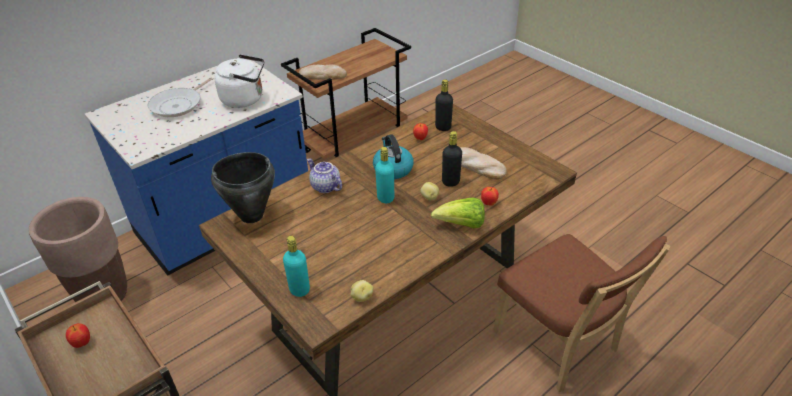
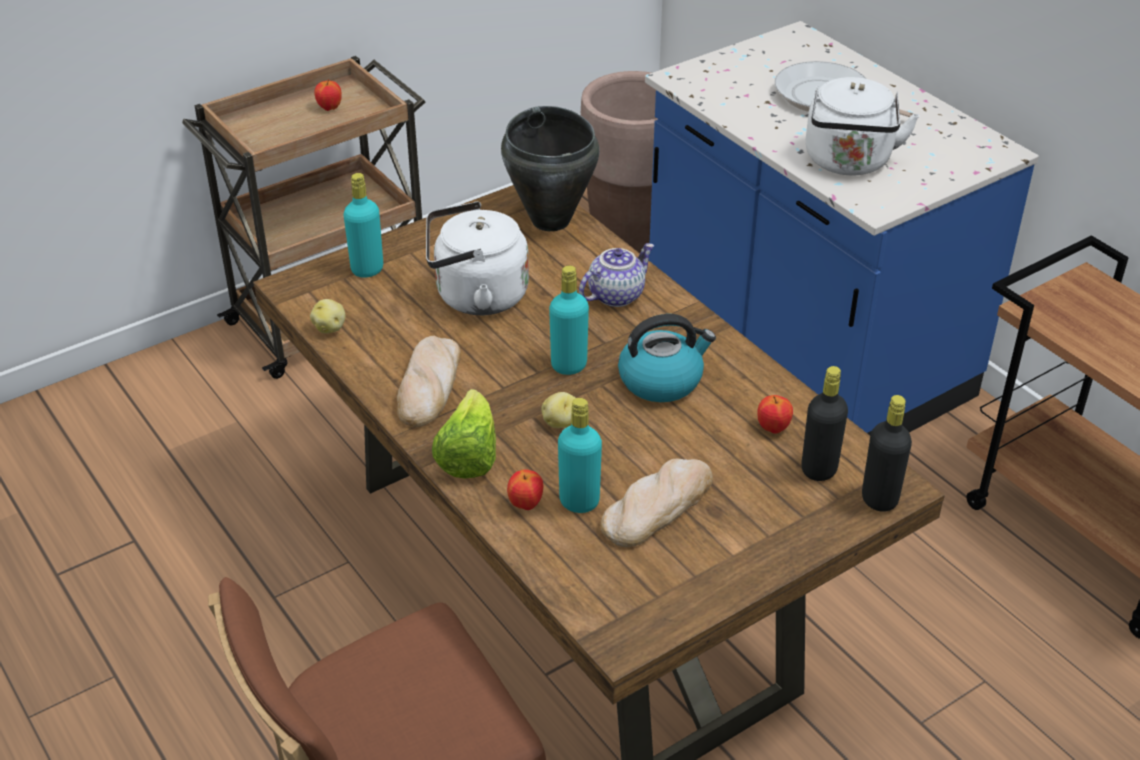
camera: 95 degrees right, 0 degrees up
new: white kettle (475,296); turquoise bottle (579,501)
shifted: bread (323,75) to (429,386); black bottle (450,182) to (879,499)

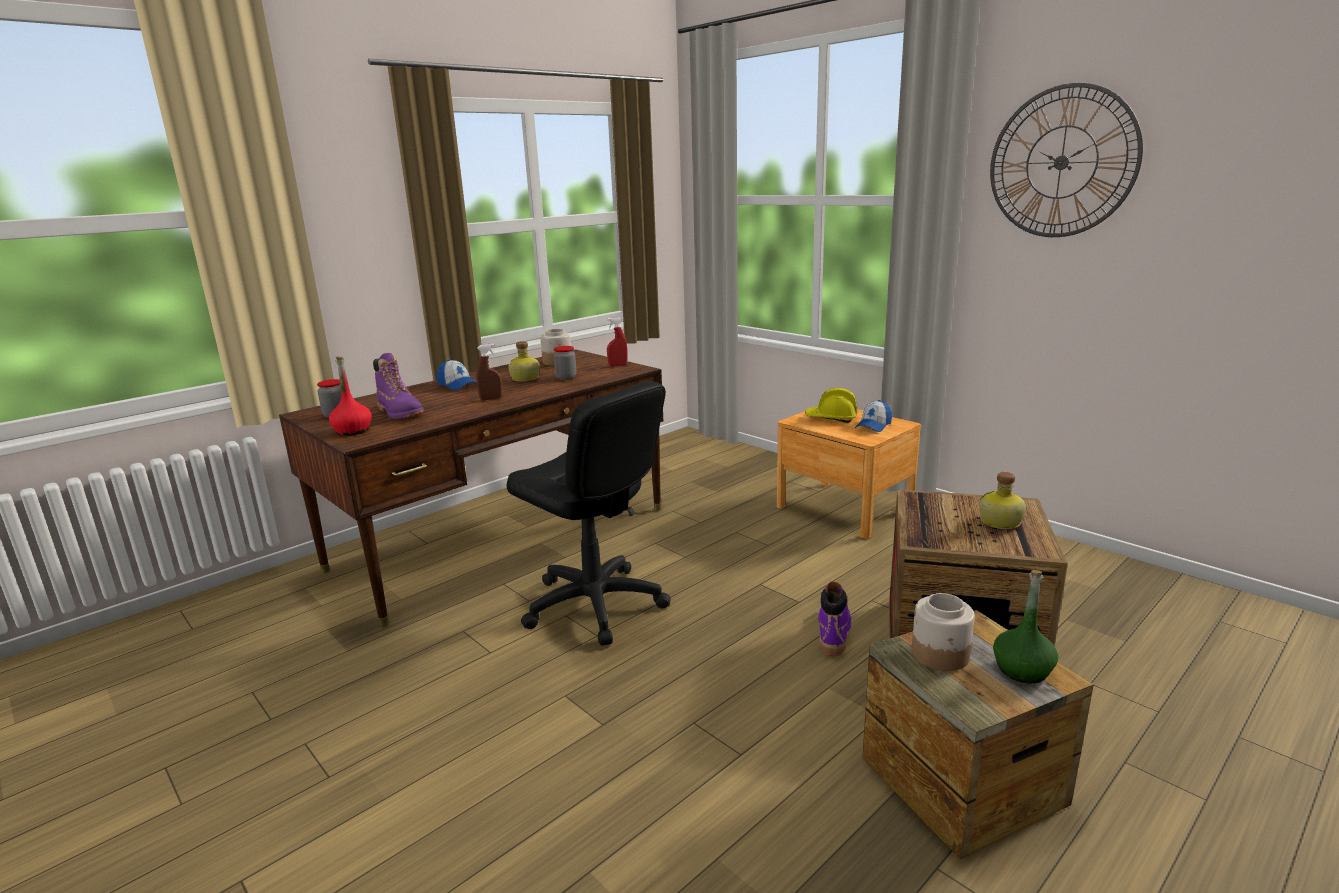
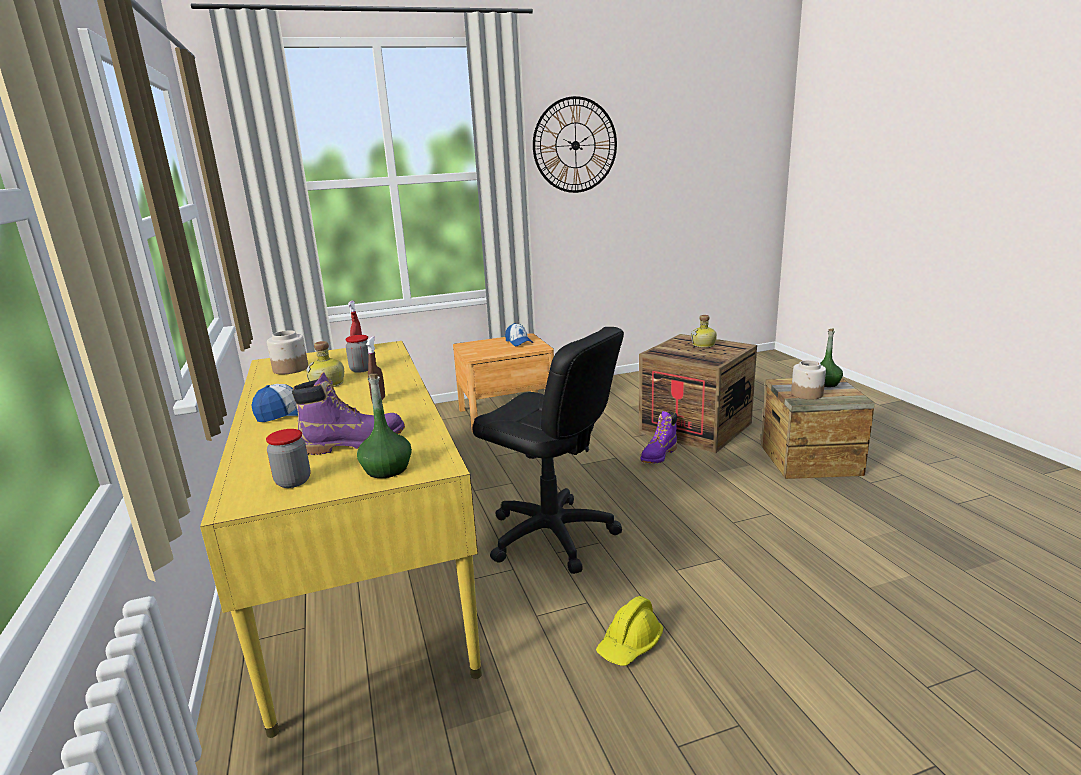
camera: 65 degrees left, 0 degrees up
shifted: yellow hard hat (831,418) to (630,644)
repainted: brown desk (502,538) to yellow desk (362,570); red bottle (353,431) to green bottle (386,469)
rotated: black office chair (594,605) = (551,536) 60 degrees clockwise; purple boot (833,631) = (658,456) 90 degrees counterclockwise

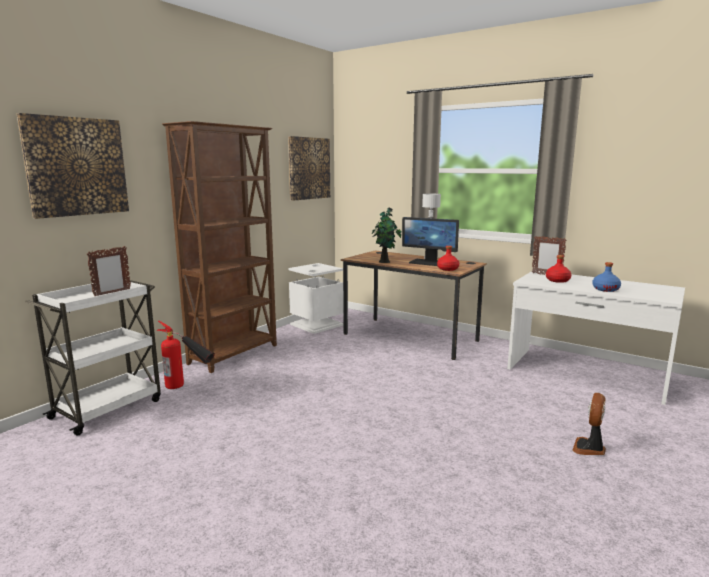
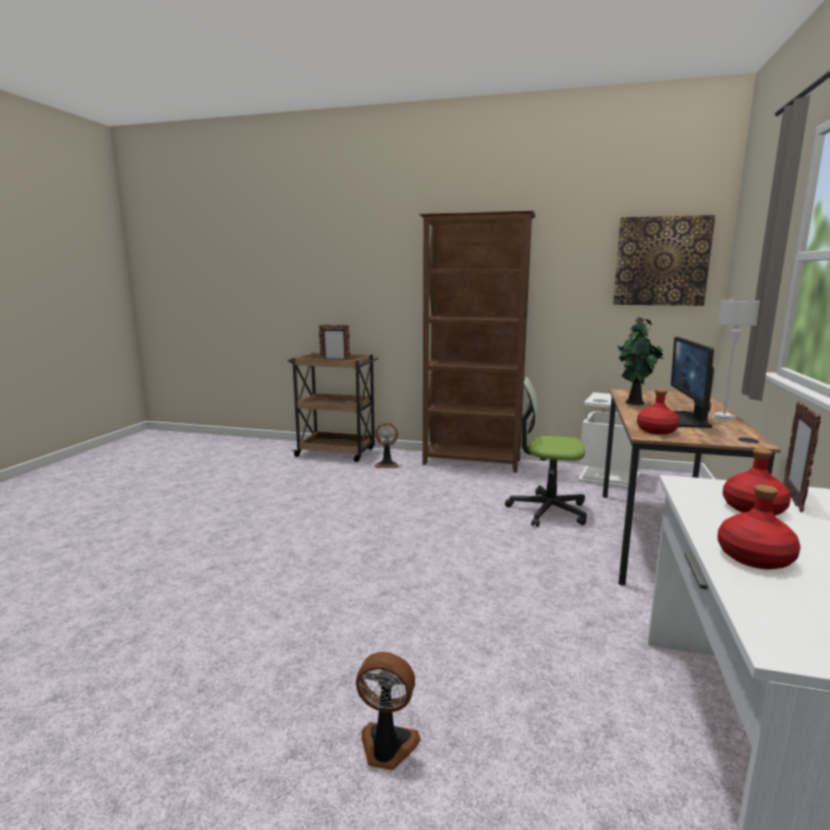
camera: 70 degrees right, 0 degrees up
gone: picture (76,166)
new: office chair (547,510)
swapped: fire extinguisher (188,388) to fan (387,464)
repainted: white cart (108,408) to brown cart (337,453); blue bottle (605,289) to red bottle (755,557)

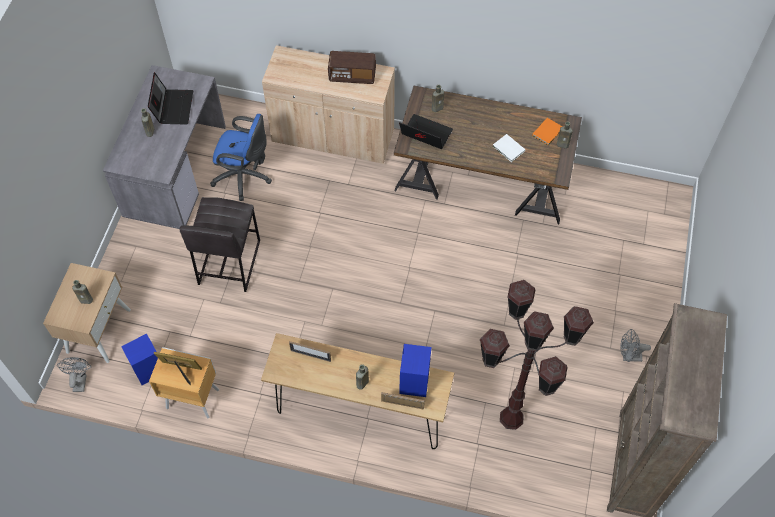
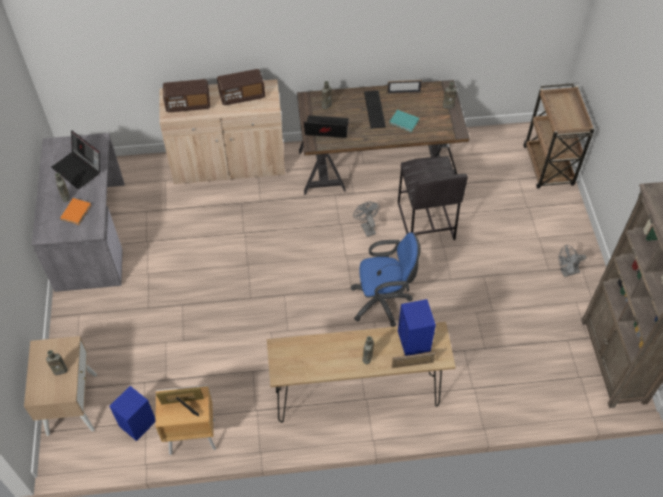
camera: 20 degrees left, 5 degrees down
gone: brown floor lamp (511,418)
new: radio (188,104); keyboard (373,110); brown cart (548,167)
shifted: grey fan (80,380) to (366,227); grey stool (228,262) to (425,221); blue office chair (245,177) to (383,302); picture frame (310,355) to (403,92); orange book (548,132) to (77,211)
repainted: white book (509,149) to turquoise book (404,122)
rotated: laptop (173,107) = (79,169) 150 degrees clockwise

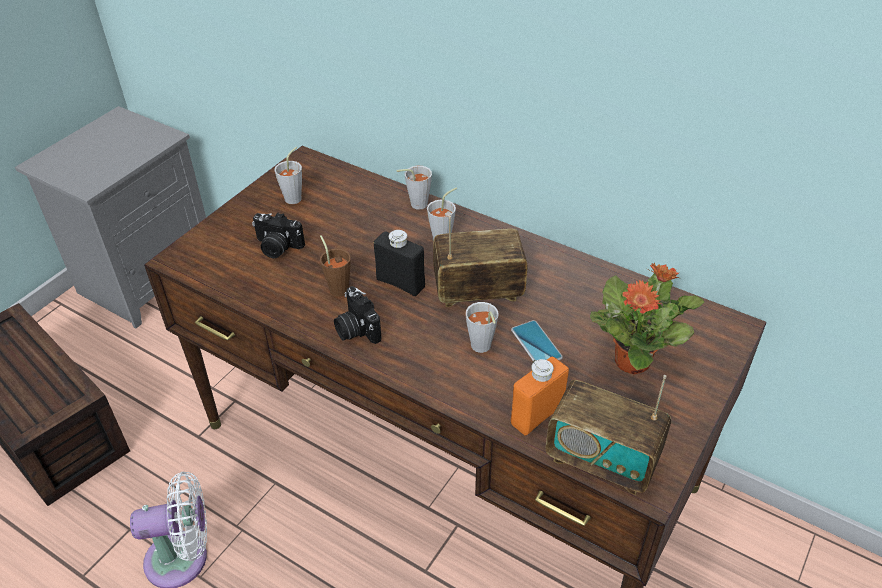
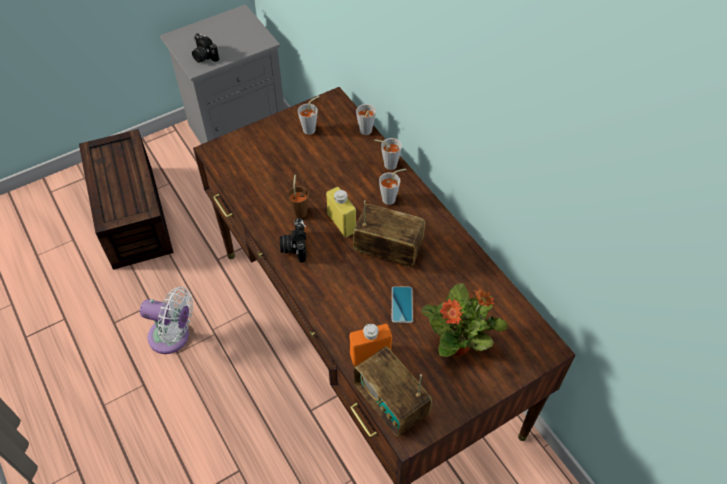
camera: 25 degrees right, 10 degrees up
shifted: photo camera (277,247) to (204,56); grey cup (482,348) to (365,132)
repainted: black bottle (400,283) to yellow bottle (341,223)

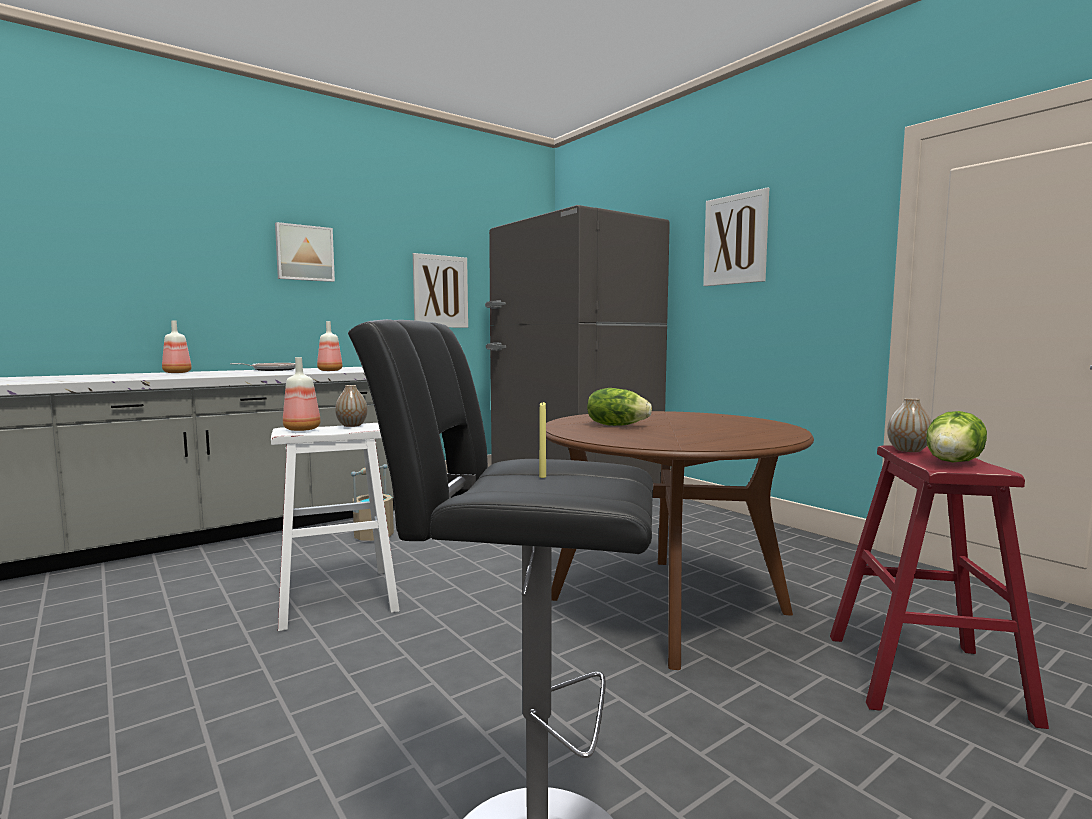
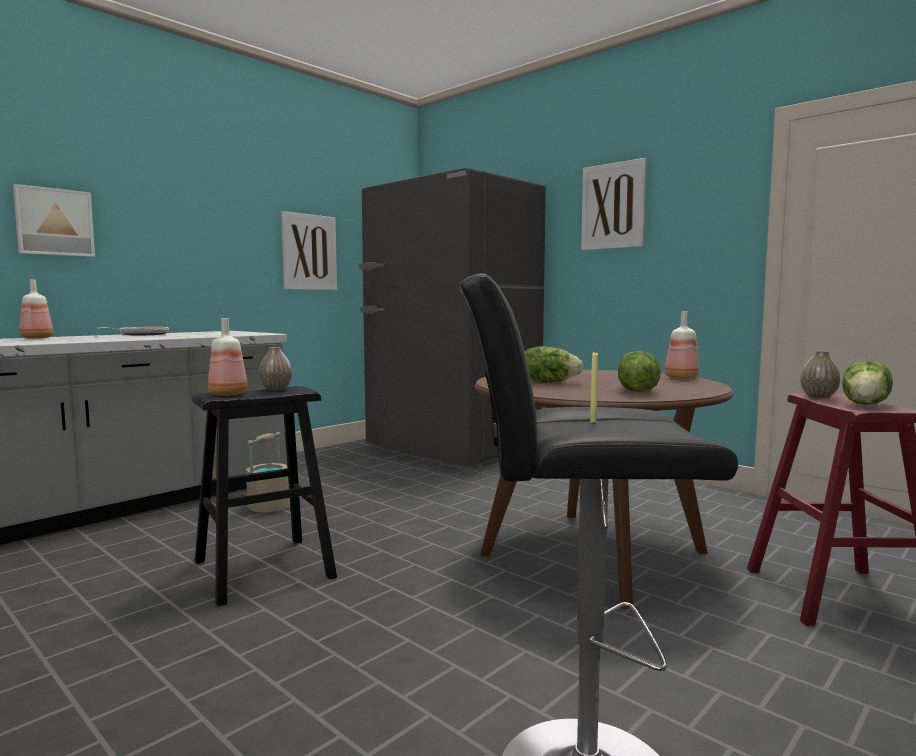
camera: 10 degrees left, 0 degrees up
new: lettuce (635,391)
shifted: picture (304,253) to (54,222); bottle (329,370) to (681,378)
repainted: white stool (337,597) to black stool (264,569)

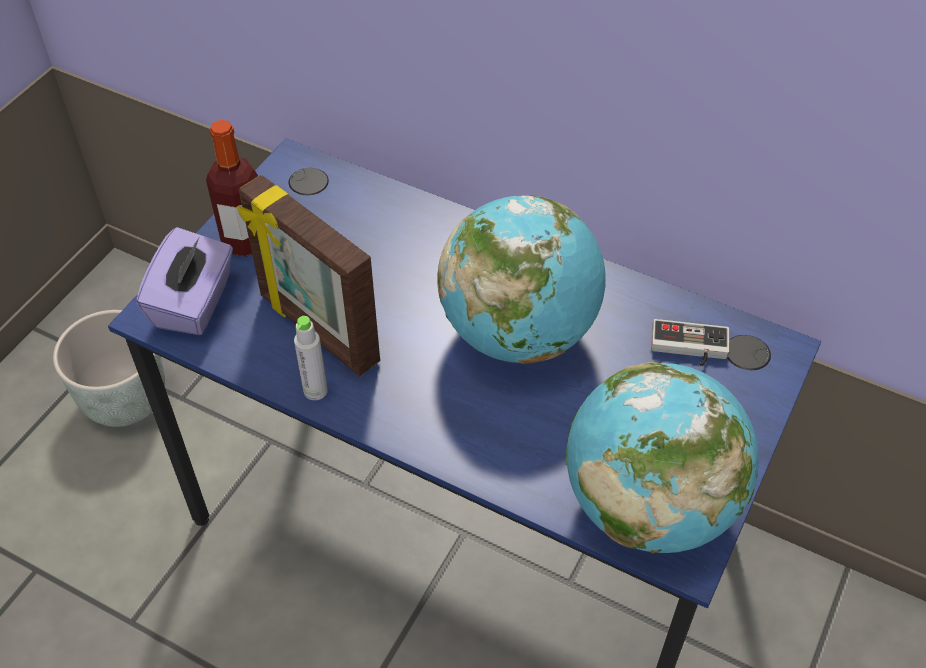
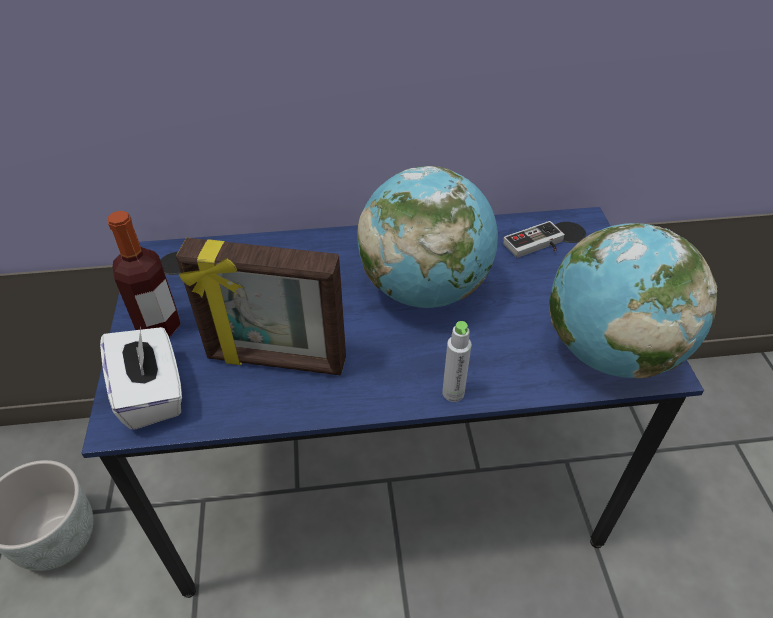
camera: 35 degrees left, 5 degrees down
shifted: grey bottle (315,390) to (453,393)
repainted: purple tissue box (194,303) to white tissue box (152,393)

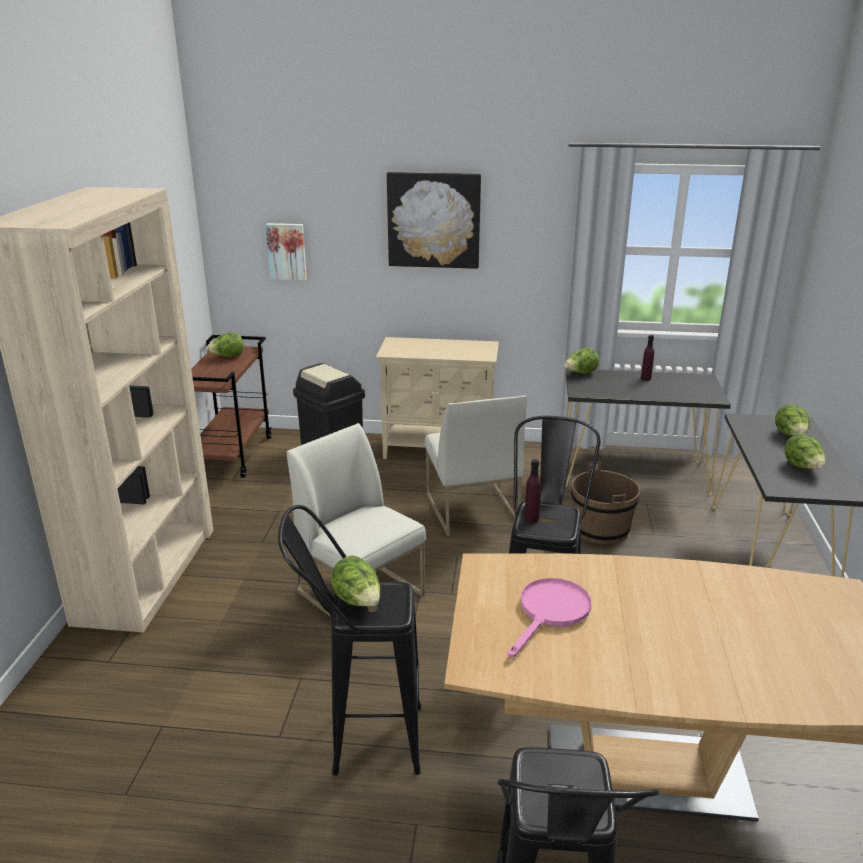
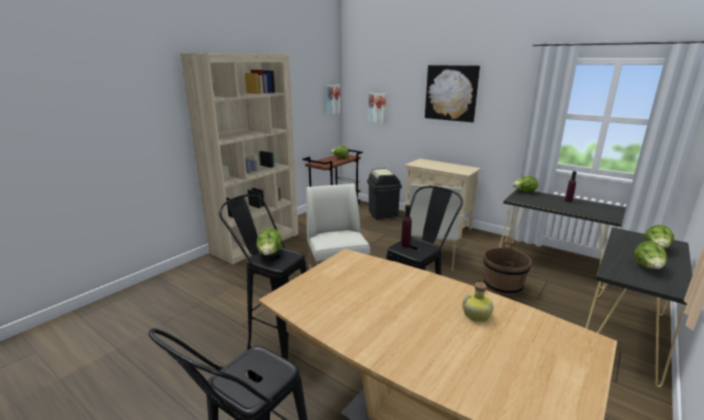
camera: 30 degrees right, 5 degrees down
gone: pink frying pan (550,613)
new: picture (332,99); bottle (477,315)

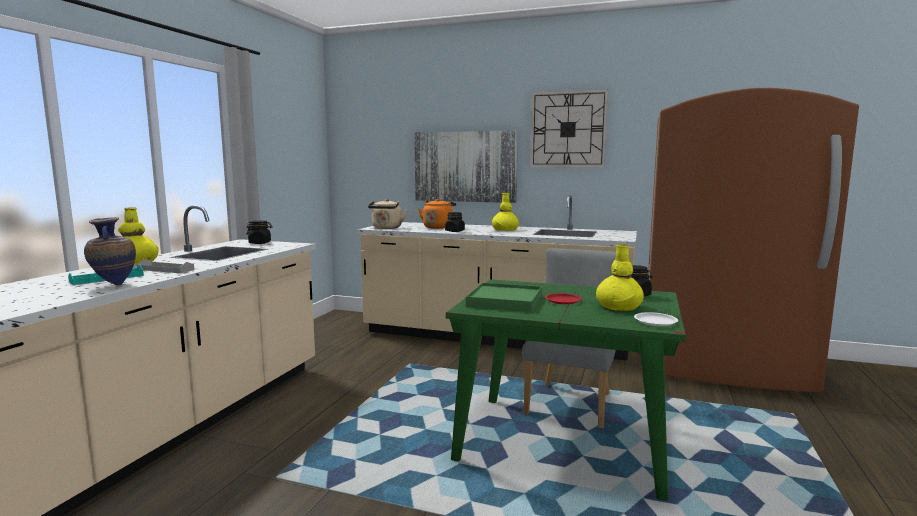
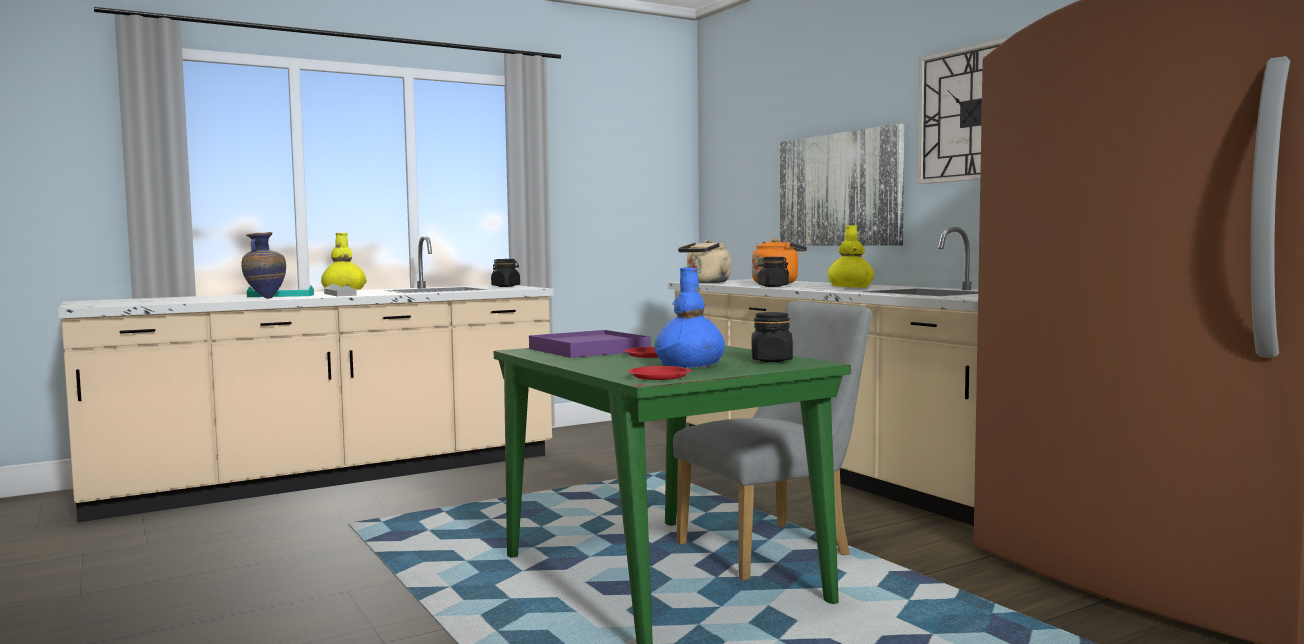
camera: 40 degrees right, 5 degrees down
repainted: green tray (504,301) to purple tray (589,349); yellow vase (619,306) to blue vase (690,364); white plate (655,322) to red plate (659,377)

